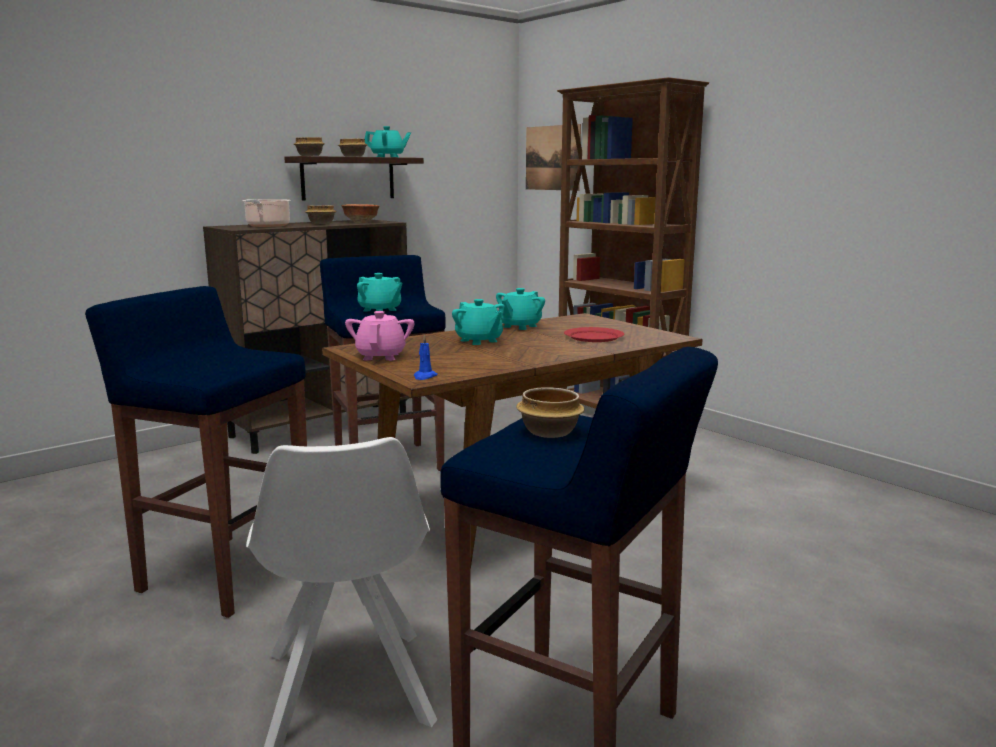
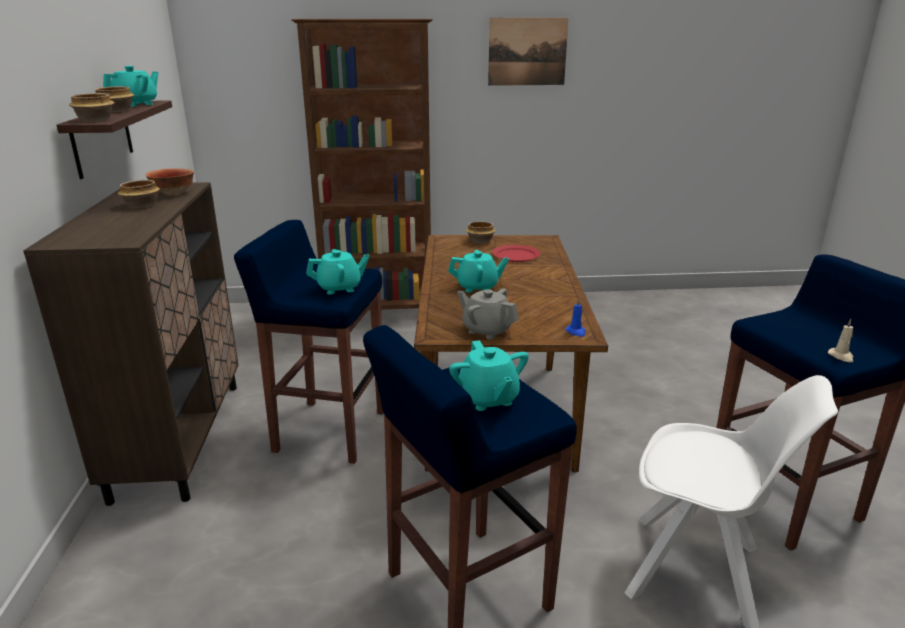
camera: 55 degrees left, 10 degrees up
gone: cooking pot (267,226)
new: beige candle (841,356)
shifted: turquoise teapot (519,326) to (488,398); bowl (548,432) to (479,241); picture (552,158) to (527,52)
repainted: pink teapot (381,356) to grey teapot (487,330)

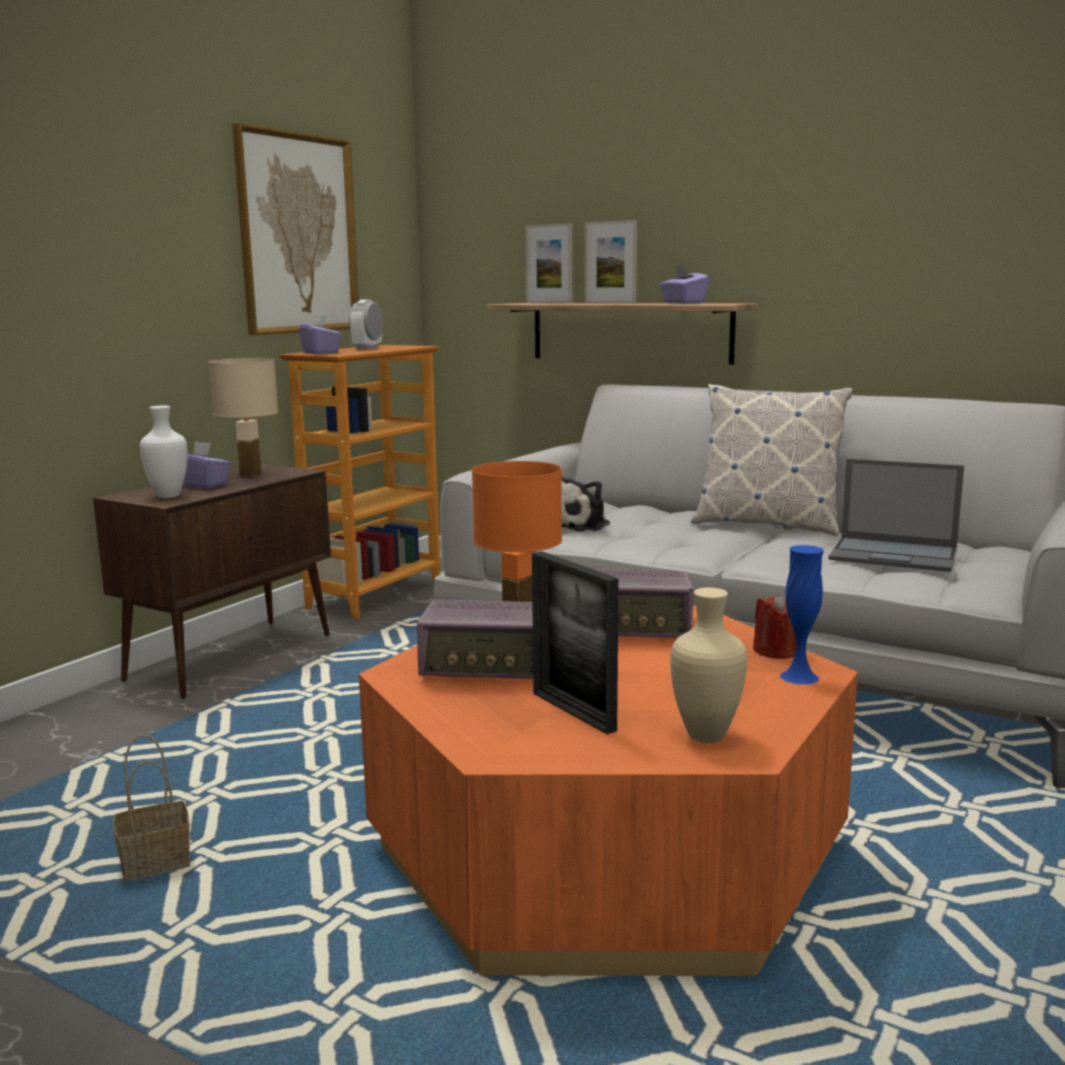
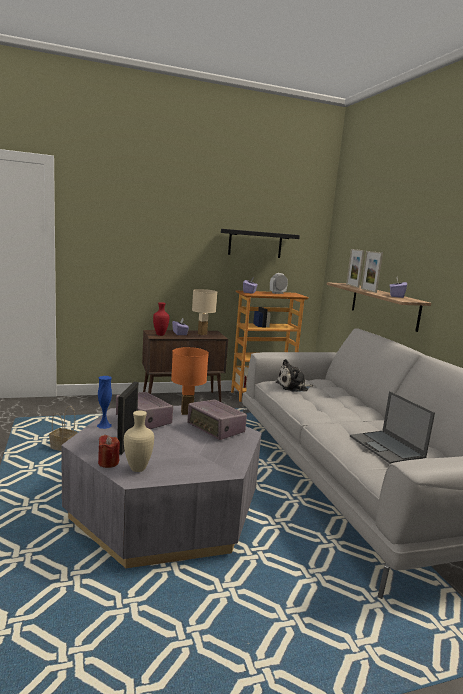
camera: 40 degrees right, 0 degrees up
gone: pillow (767,524)
shifted: red candle (775,651) to (108,463); blue vase (799,677) to (104,425)
swapped: picture (297,234) to black shelf (255,244)
repainted: white vase (170,496) to red vase (160,335); orange coffee table (606,849) to grey coffee table (164,508)

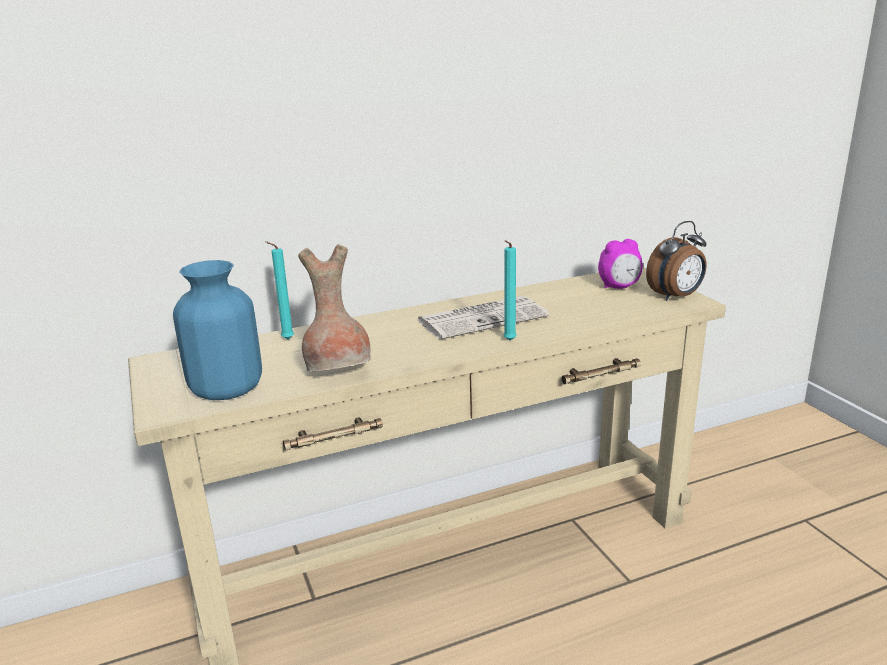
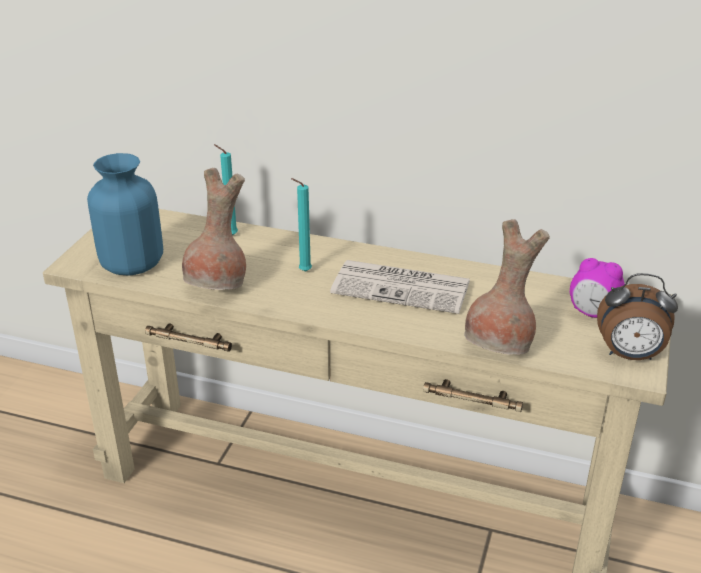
camera: 40 degrees right, 10 degrees up
new: brown vase (500,347)
shifted: turquoise candle (508,341) to (303,271)

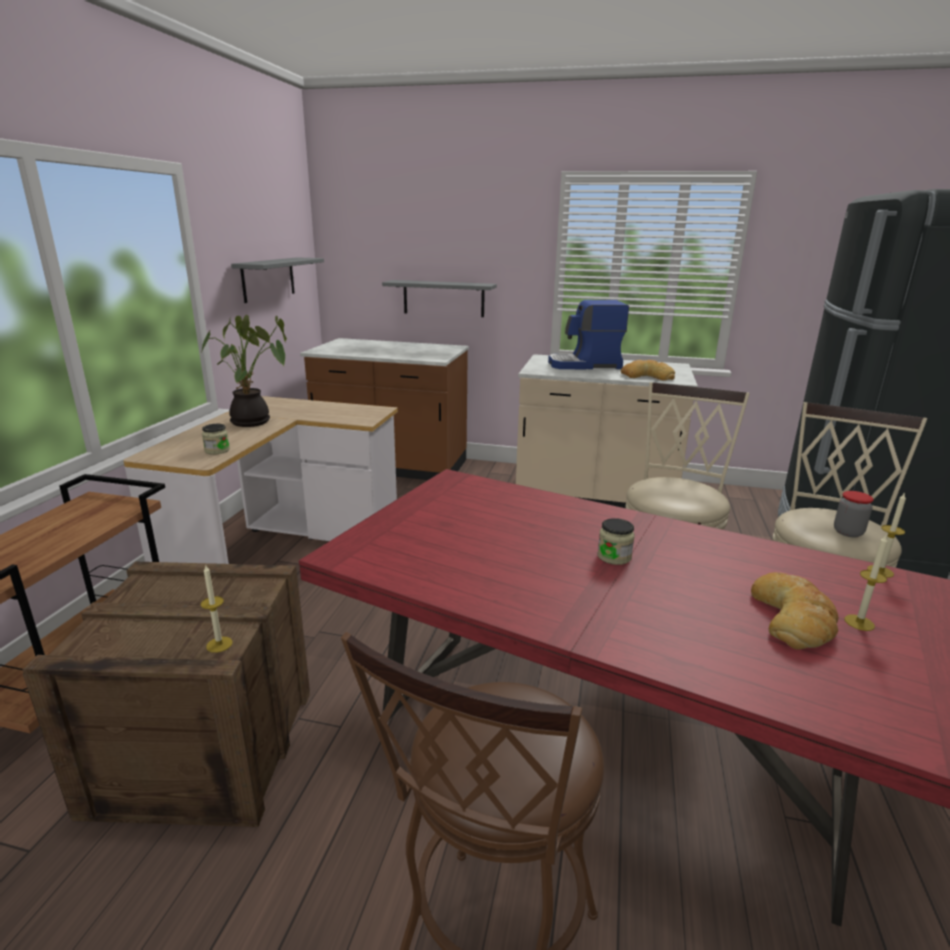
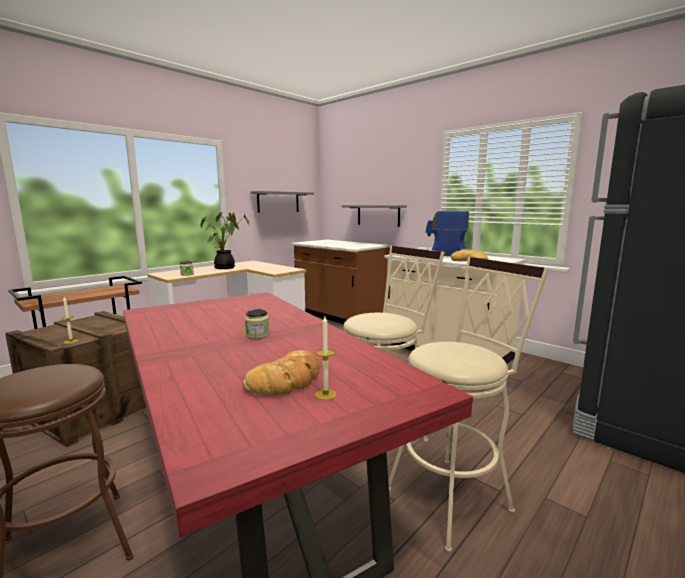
camera: 30 degrees right, 10 degrees down
gone: jar (848,532); candle (880,571)

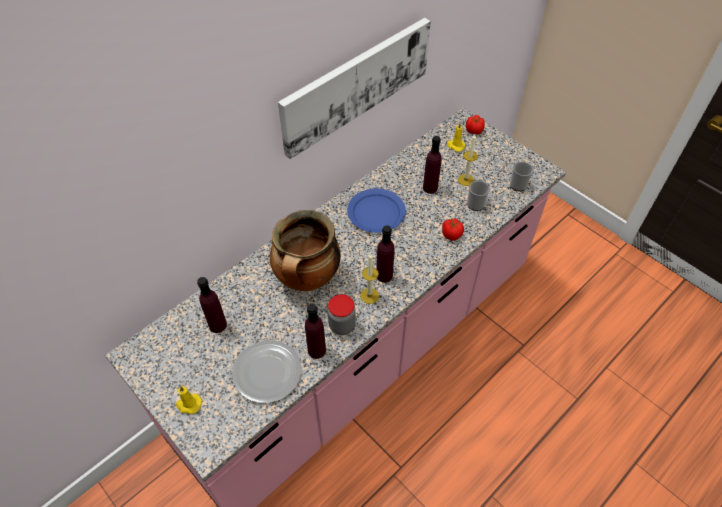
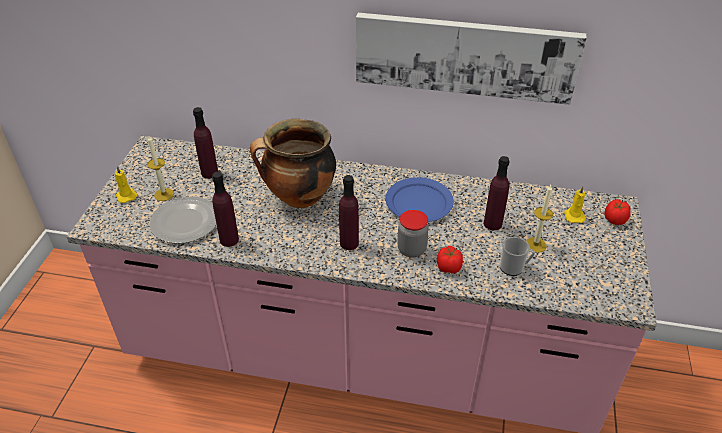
camera: 55 degrees right, 10 degrees down
gone: mug (518,183)
shifted: jar (342,325) to (411,249); candle (369,295) to (164,194)

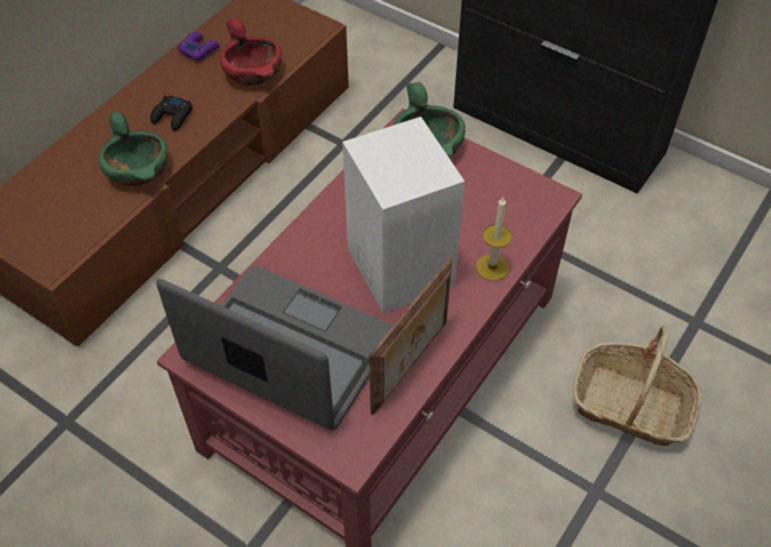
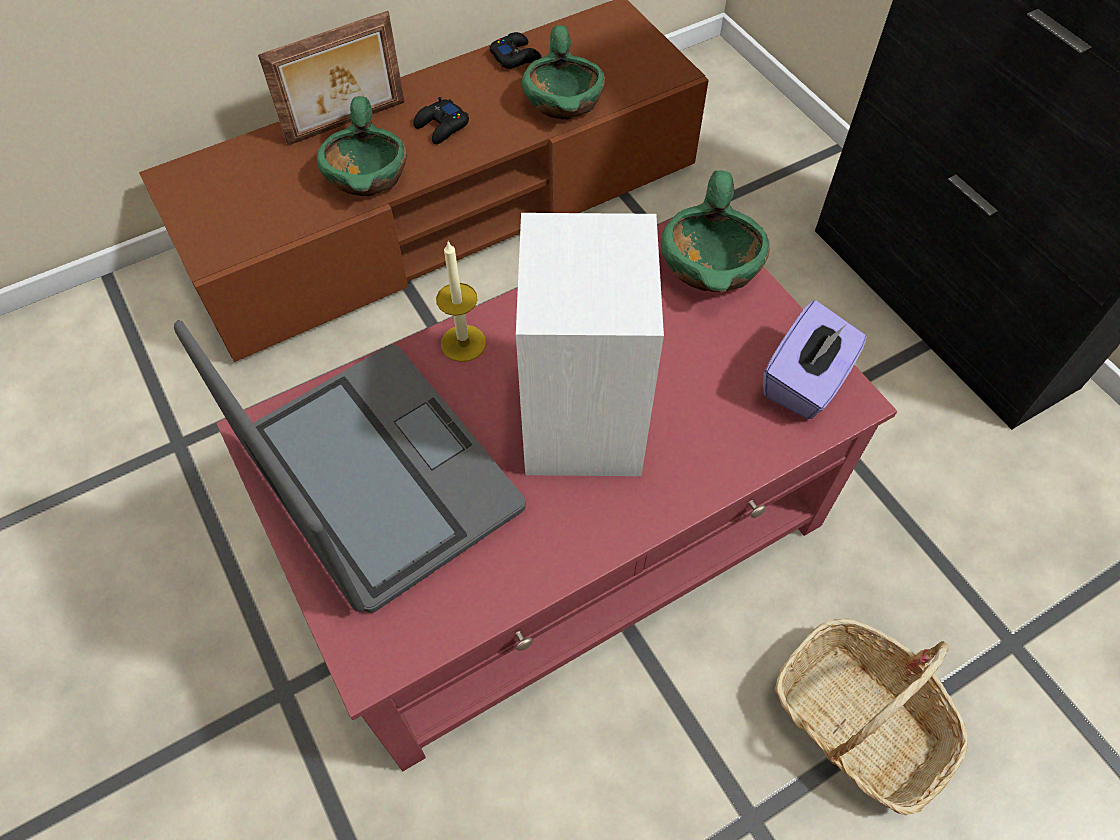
camera: 25 degrees right, 5 degrees up
new: purple tissue box (806,381)
shifted: picture frame (412,367) to (347,124); candle (492,267) to (463,343)
repainted: purple game controller (199,50) to black game controller (515,56); red bowl (253,72) to green bowl (563,103)

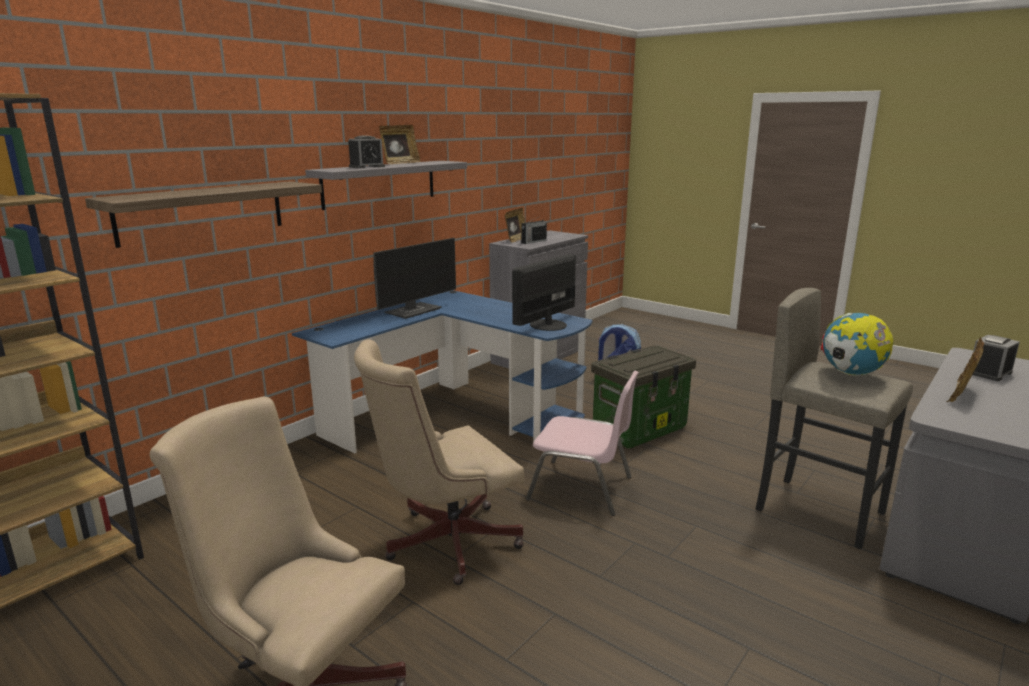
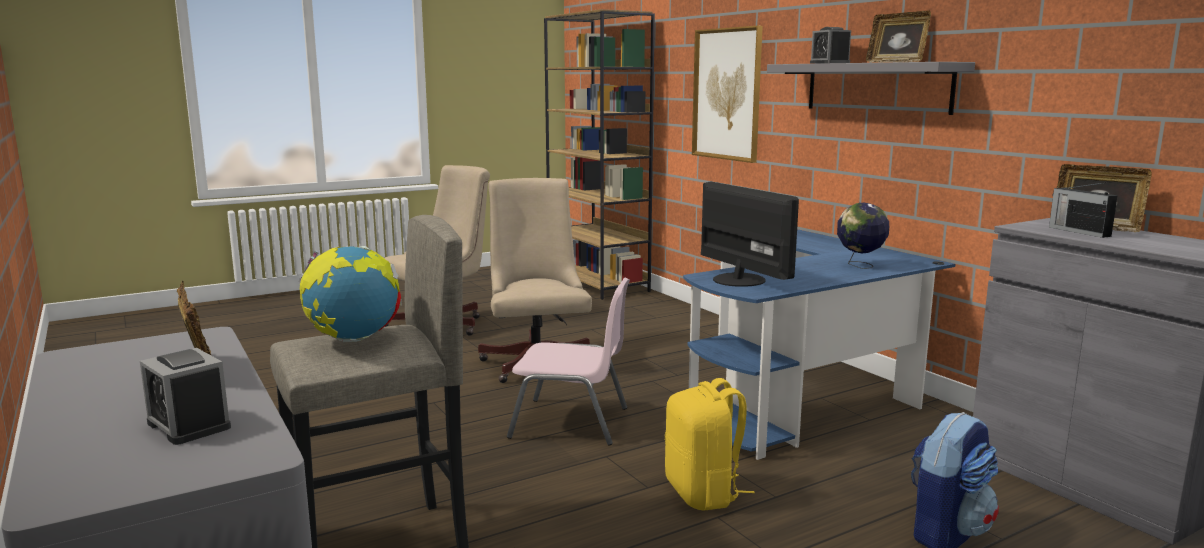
camera: 110 degrees right, 5 degrees down
gone: monitor (414,311)
new: globe (860,266)
swapped: shelf (202,212) to picture (727,94); storage box (640,429) to yellow backpack (704,493)
rotated: pink chair (582,488) = (572,422) 120 degrees counterclockwise; alarm clock (989,373) = (189,425) 150 degrees clockwise

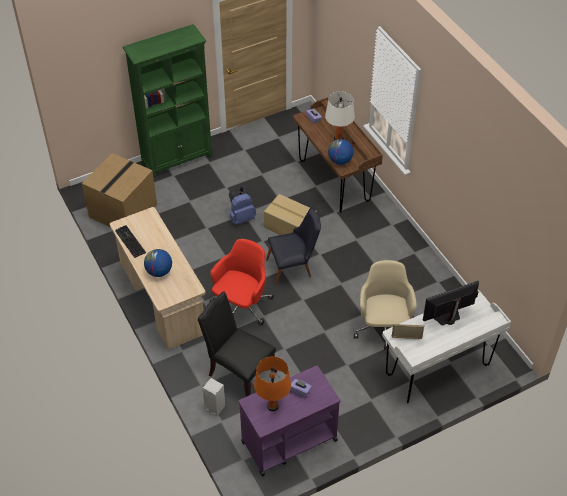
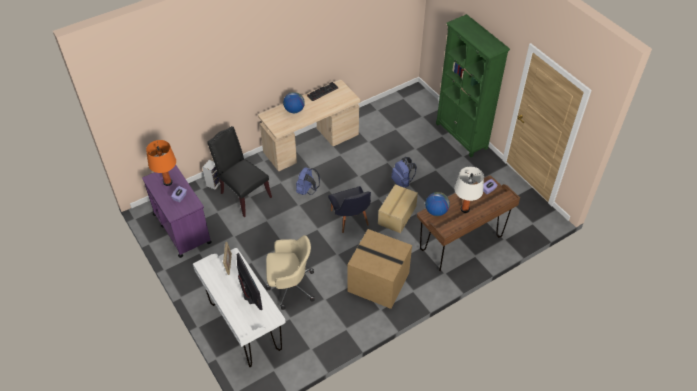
camera: 85 degrees right, 0 degrees up
shifted: cardboard box (123,211) to (377,282)
swapped: red office chair (241,306) to blue backpack (307,190)
rotated: black chair (239,373) = (243,194) 75 degrees counterclockwise

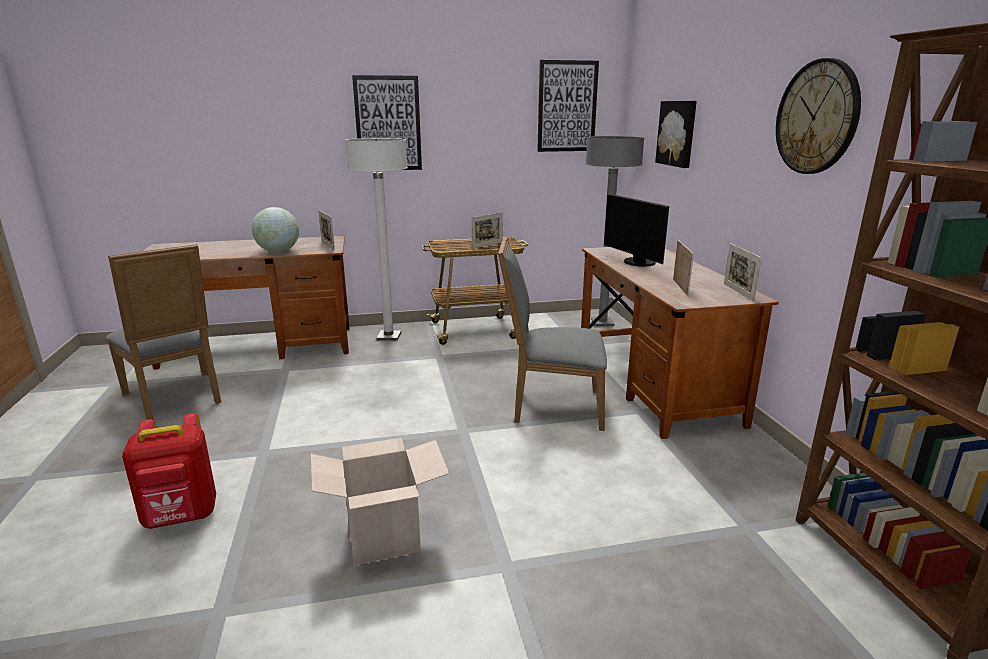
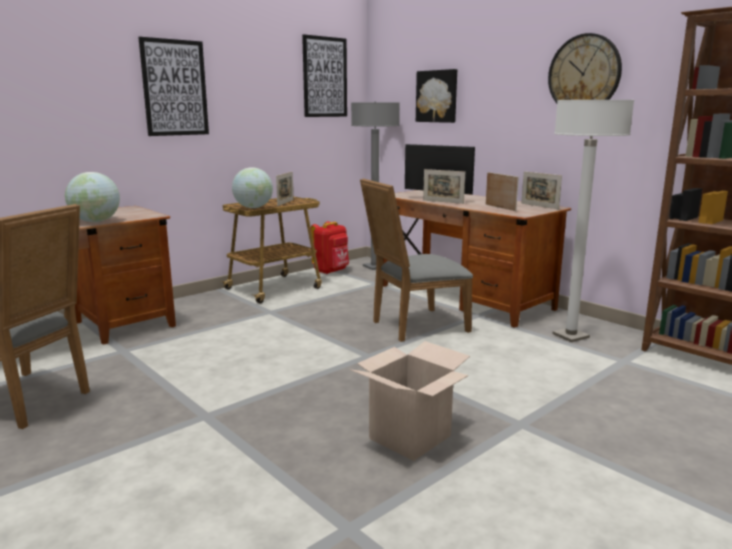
camera: 30 degrees left, 5 degrees down
new: globe (253,208)
shifted: red backpack (181,517) to (331,271); picture frame (328,246) to (443,202); white floor lamp (389,336) to (570,336)

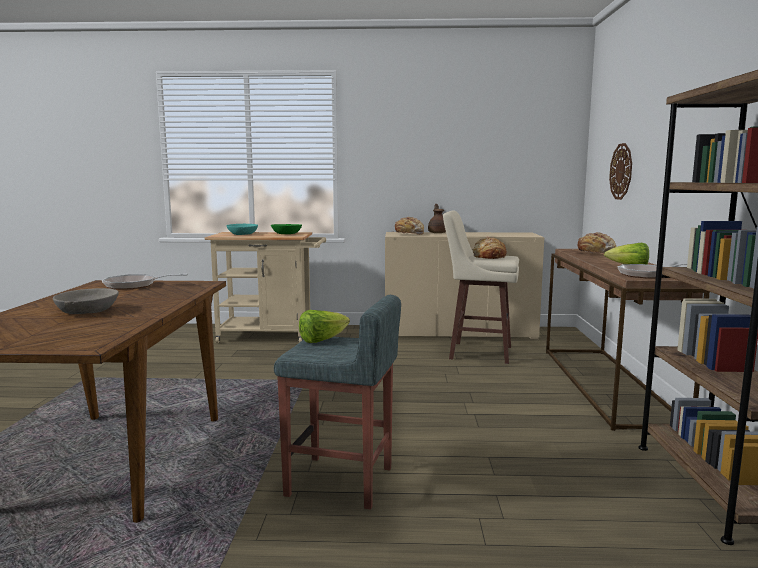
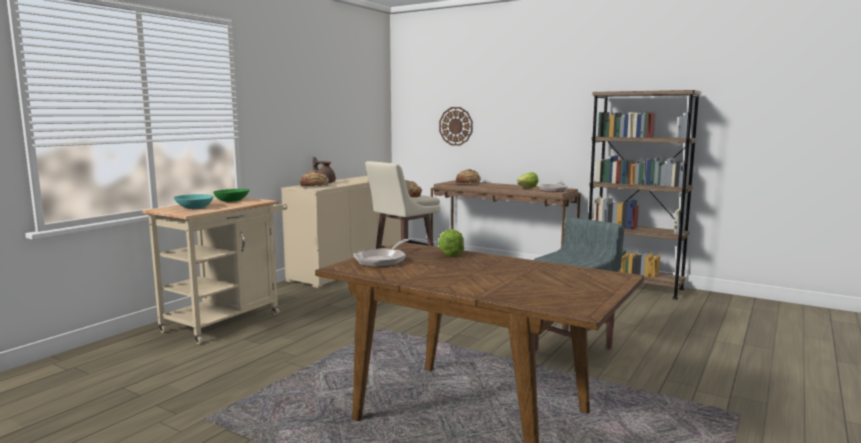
camera: 60 degrees left, 0 degrees up
gone: grey bowl (88,311)
shifted: lettuce (322,340) to (450,253)

